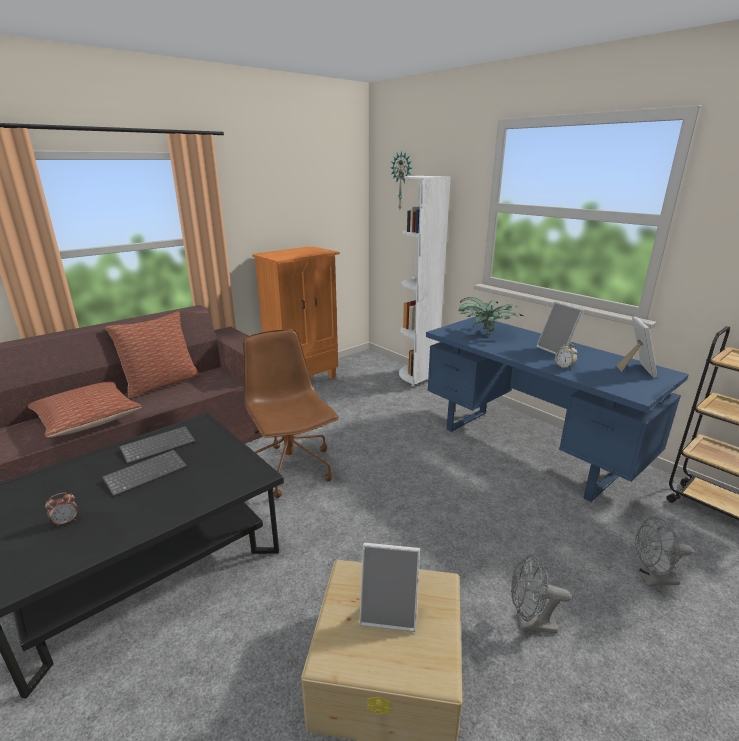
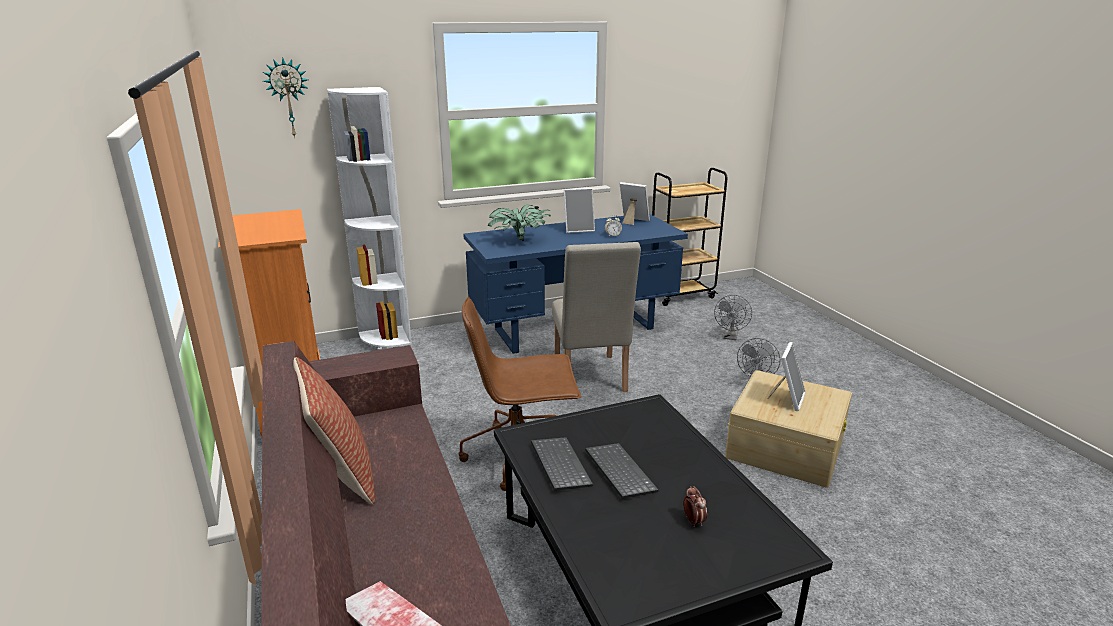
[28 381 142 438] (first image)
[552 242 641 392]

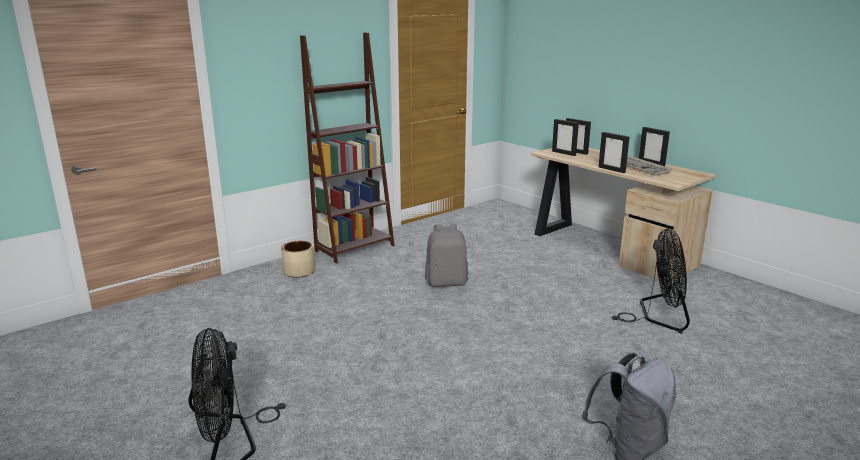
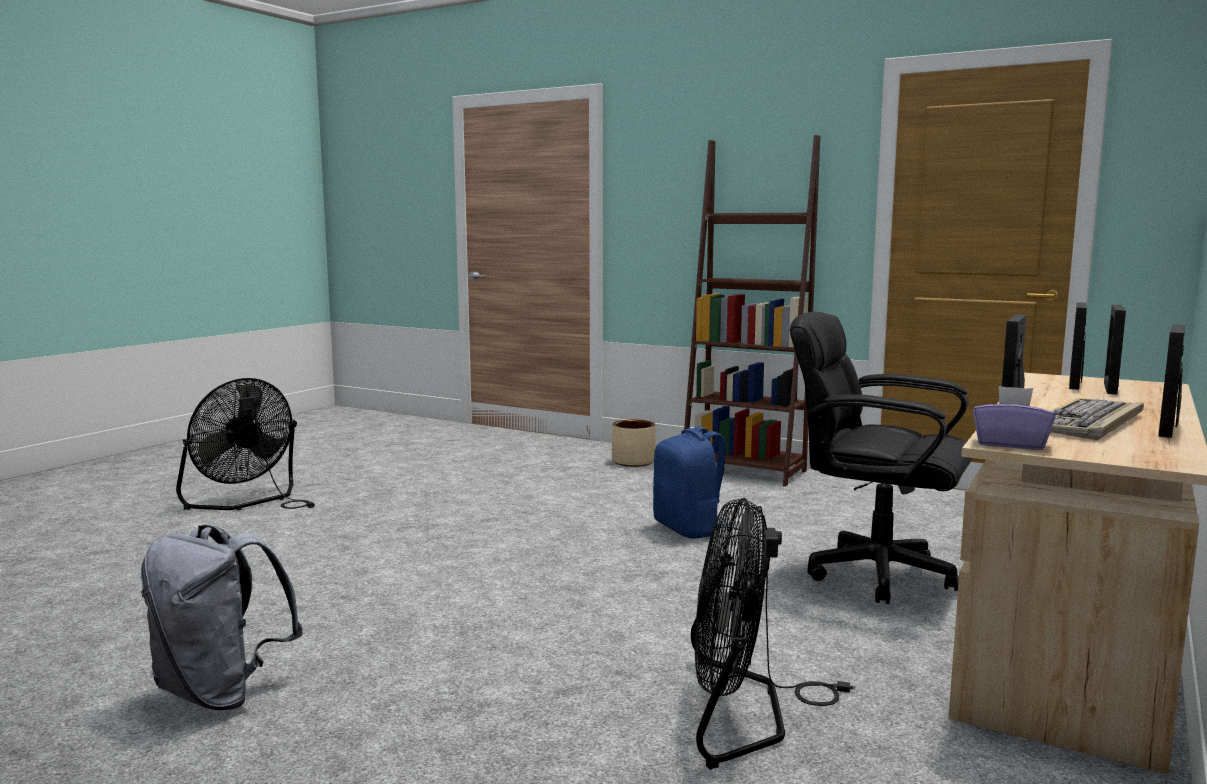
[653 426 729 539]
[691 498 854 770]
[790 312 973 604]
[973 386 1056 450]

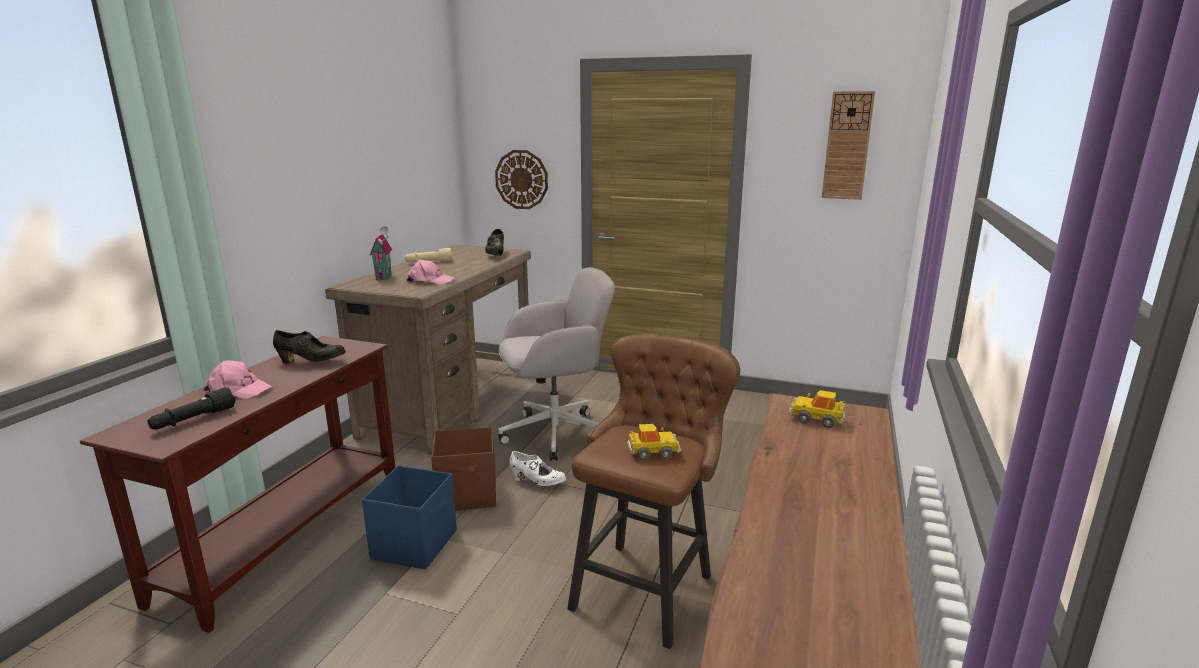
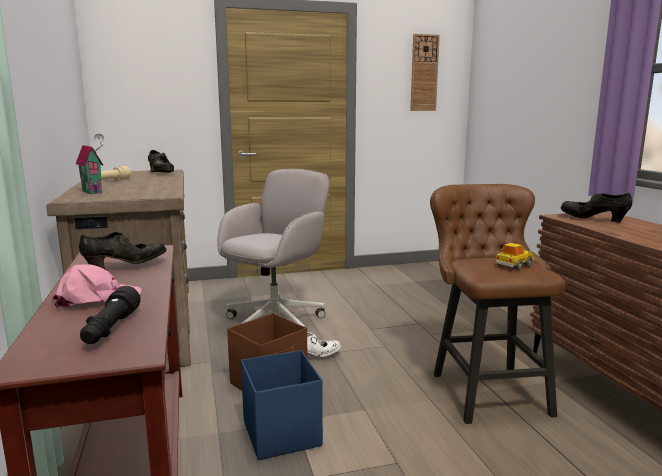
[495 150 548 209] (first image)
[406 260 454 285] (first image)
[561 193 632 223]

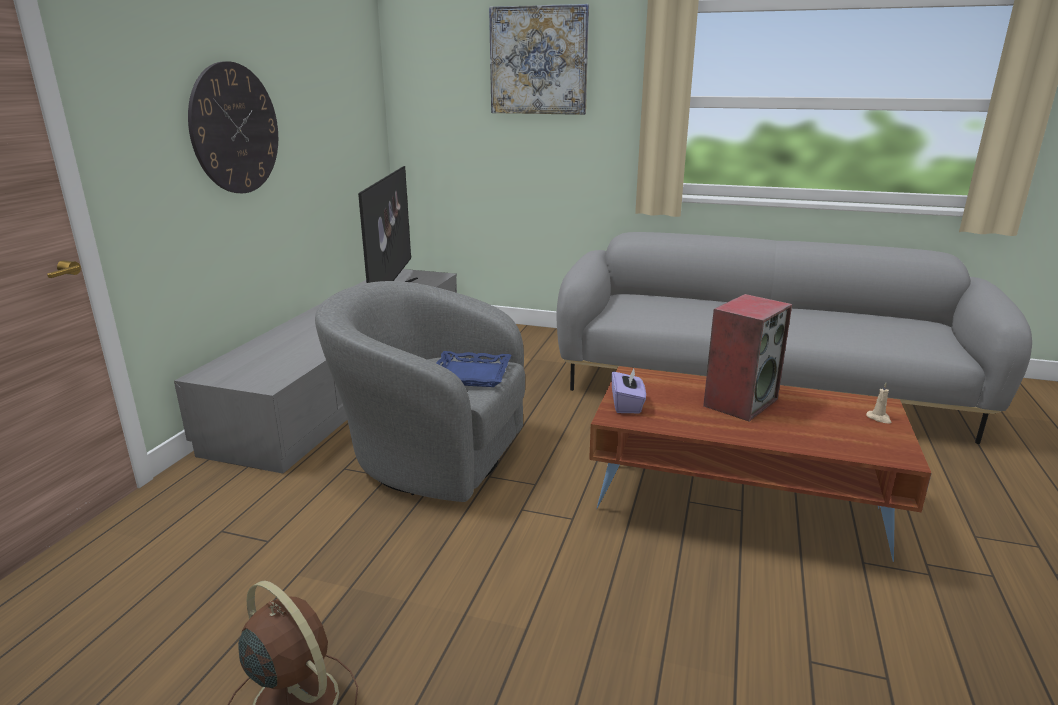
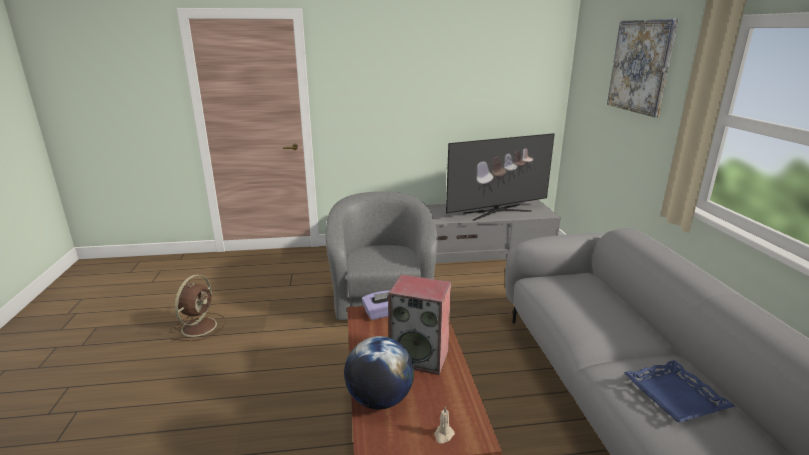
[188 61 278 193] (first image)
[624 360 735 422]
[344 336 414 409]

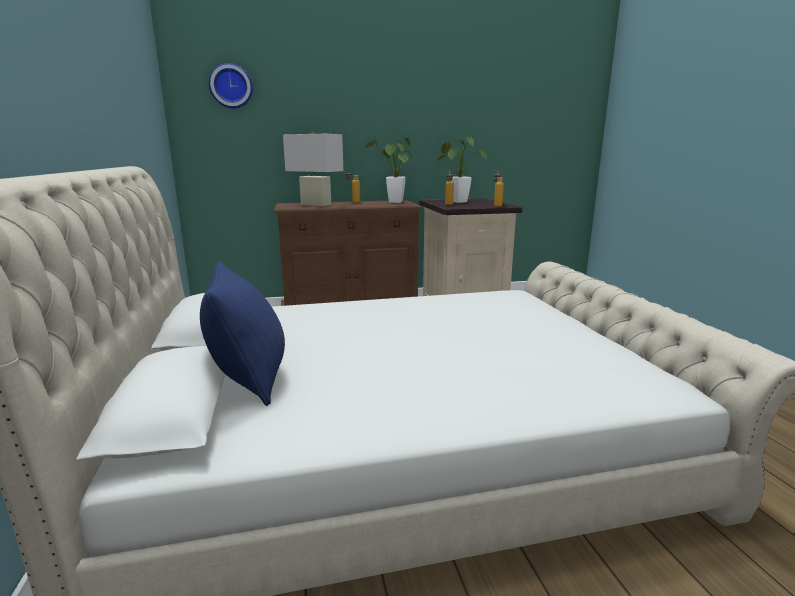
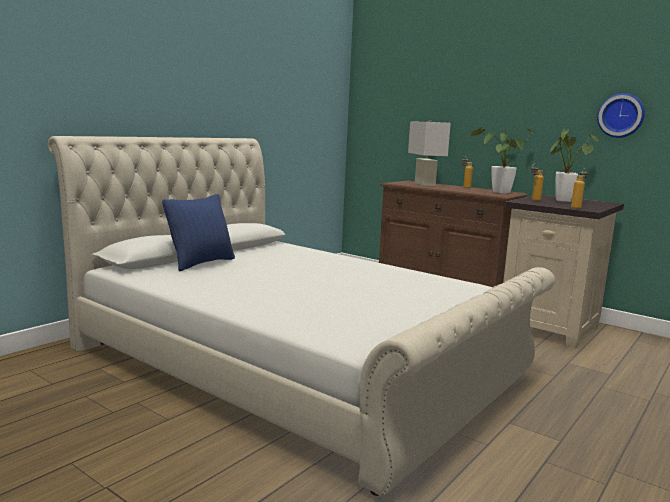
[597 93 645 138]

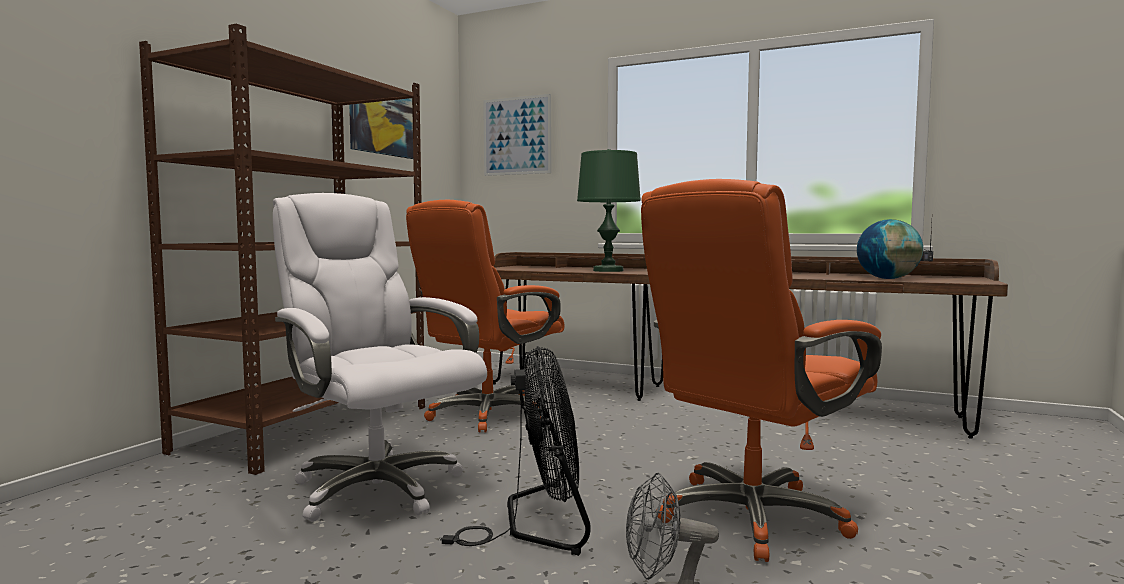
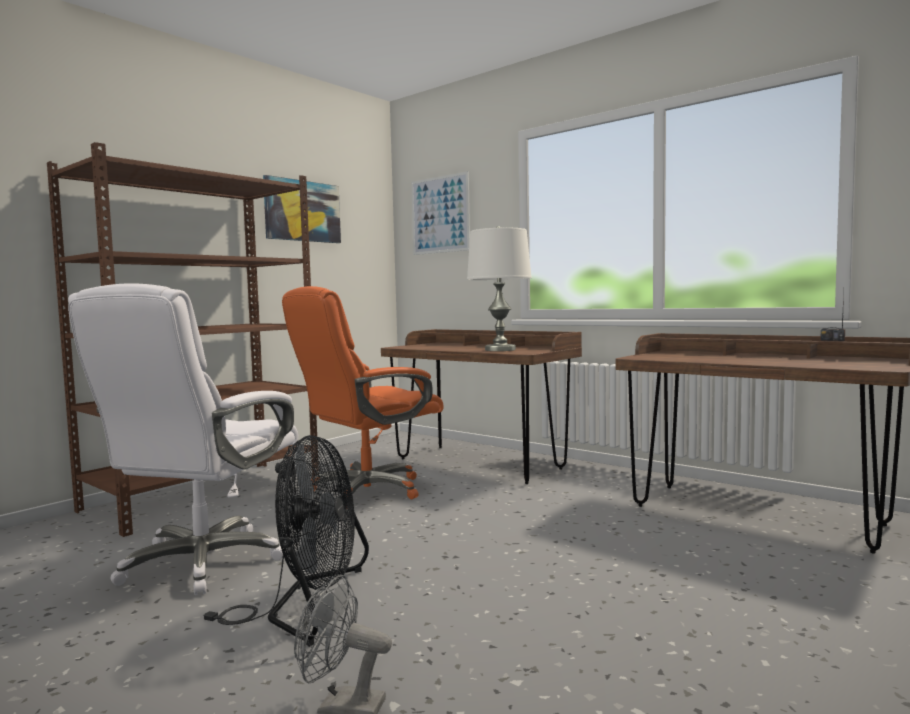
[467 226 532 351]
[641 179 882 562] (first image)
[68 283 298 595]
[857 219 923 279] (first image)

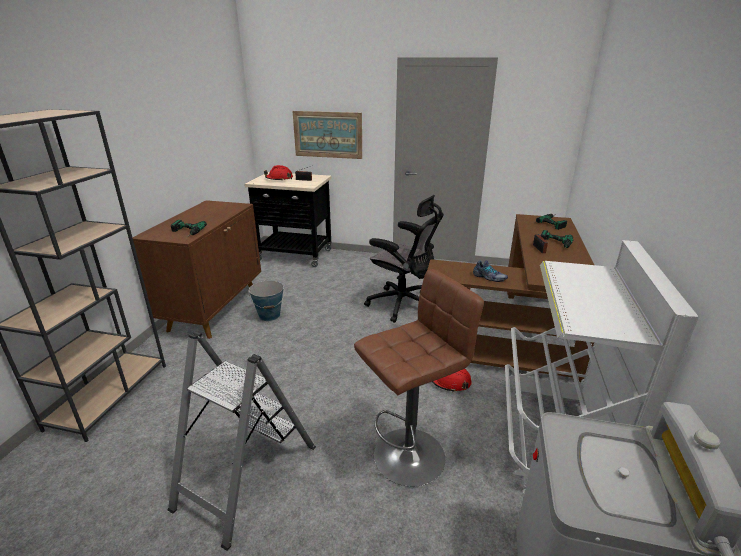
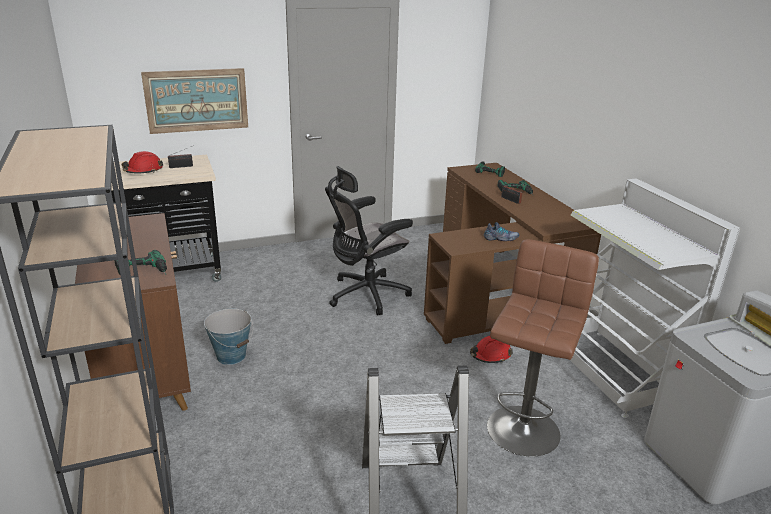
[325 166 413 315]

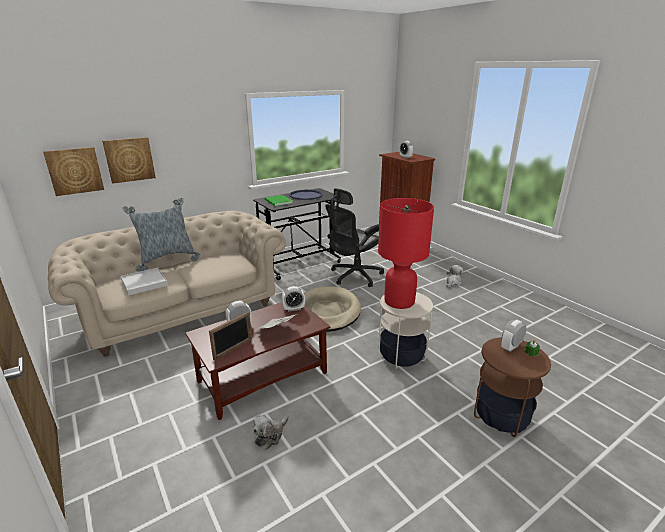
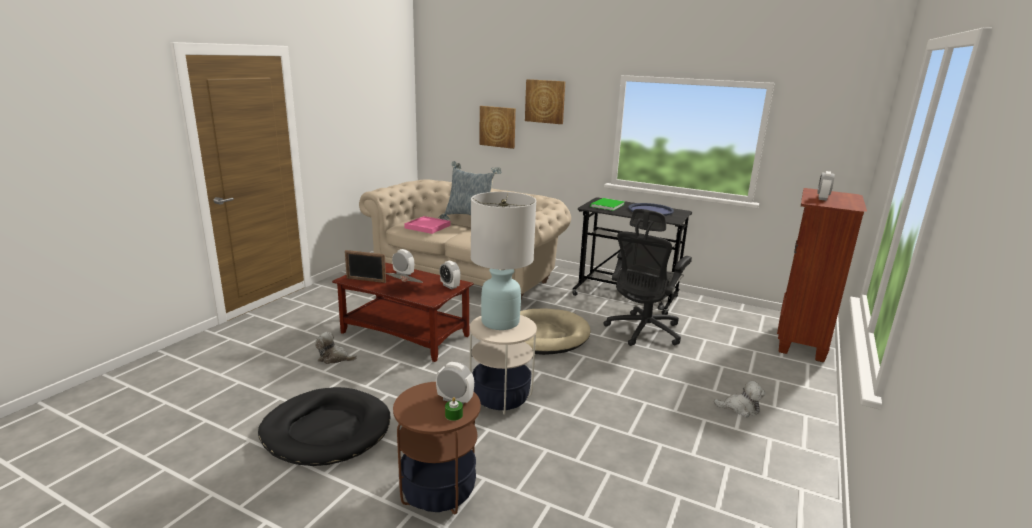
[525 79 565 124]
[604 209 692 346]
[471 192 536 330]
[404 216 451 234]
[258 387 390 466]

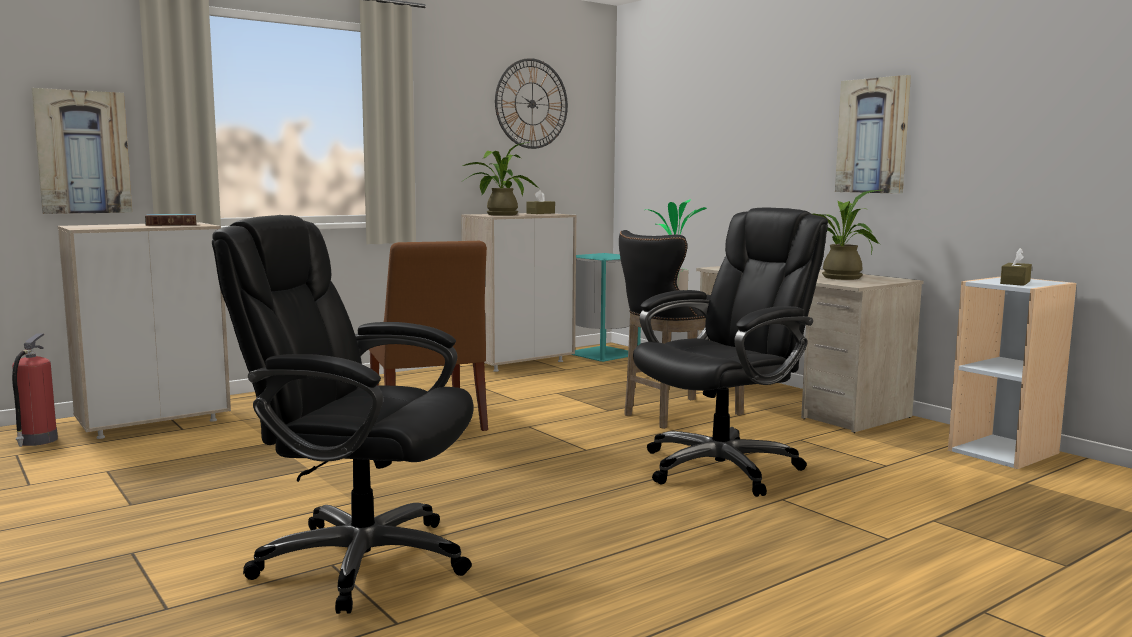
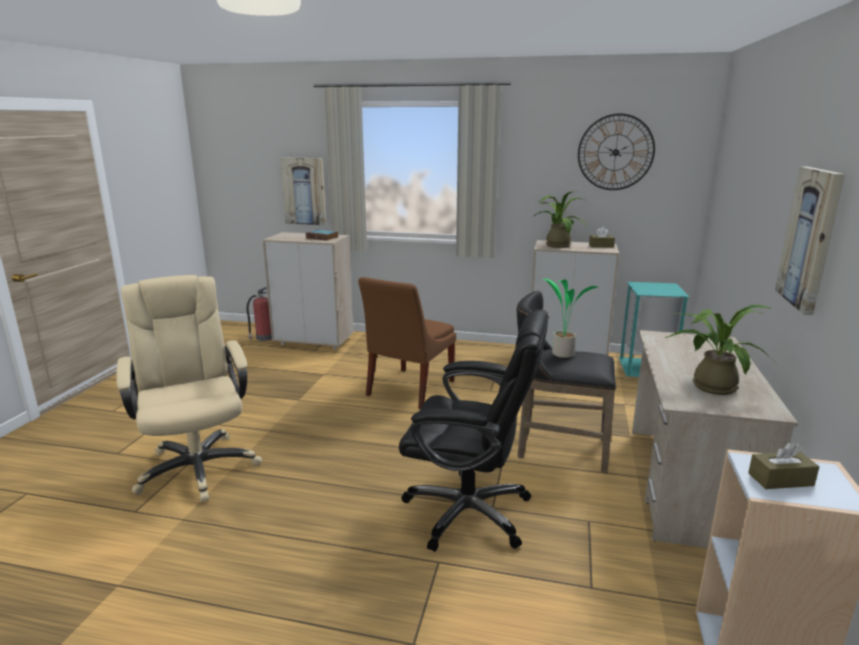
[116 275 262 502]

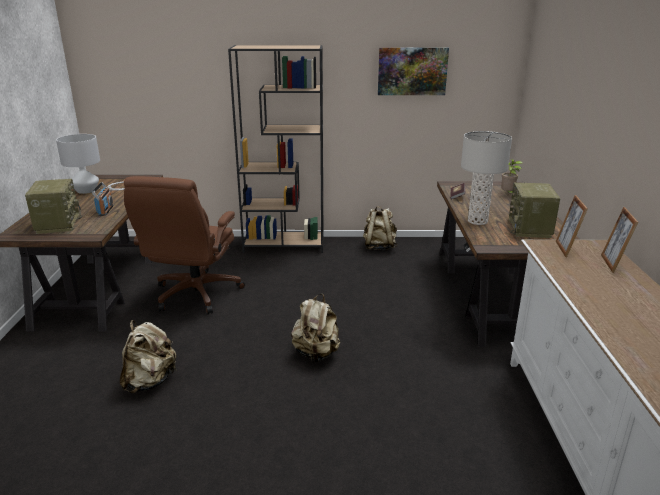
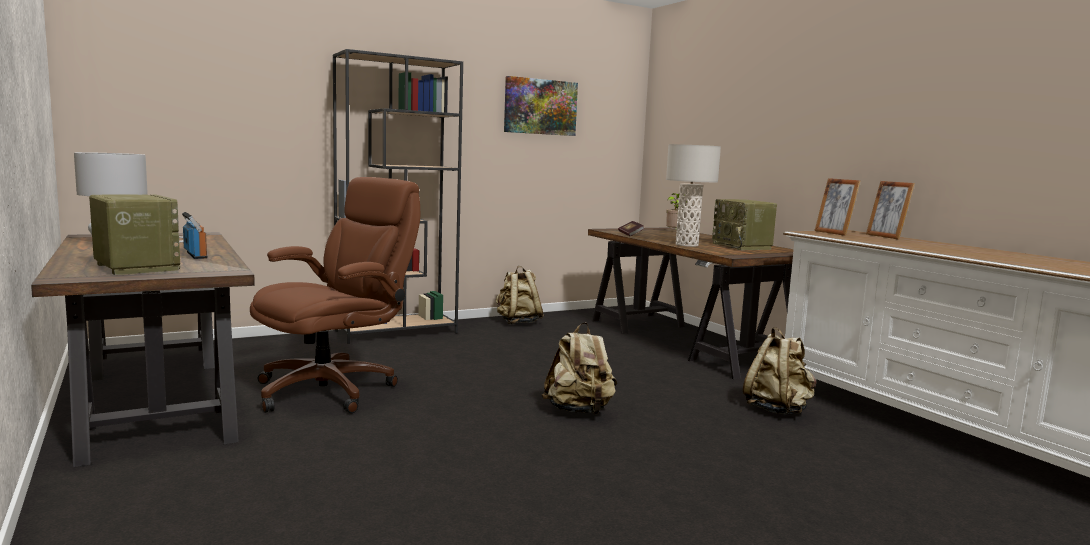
[250 177 420 413]
[743 327 816 414]

